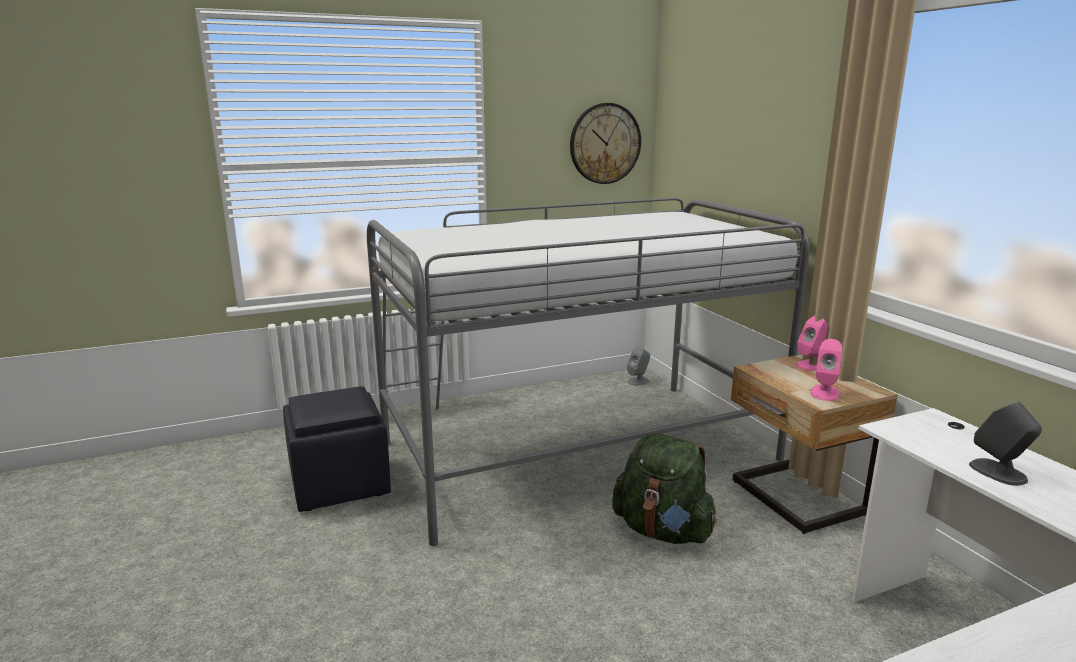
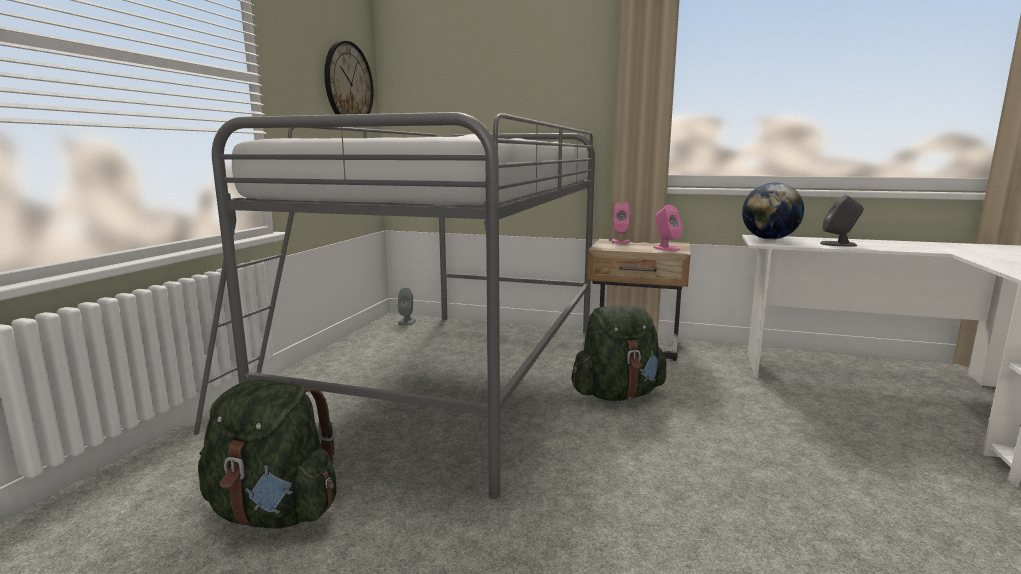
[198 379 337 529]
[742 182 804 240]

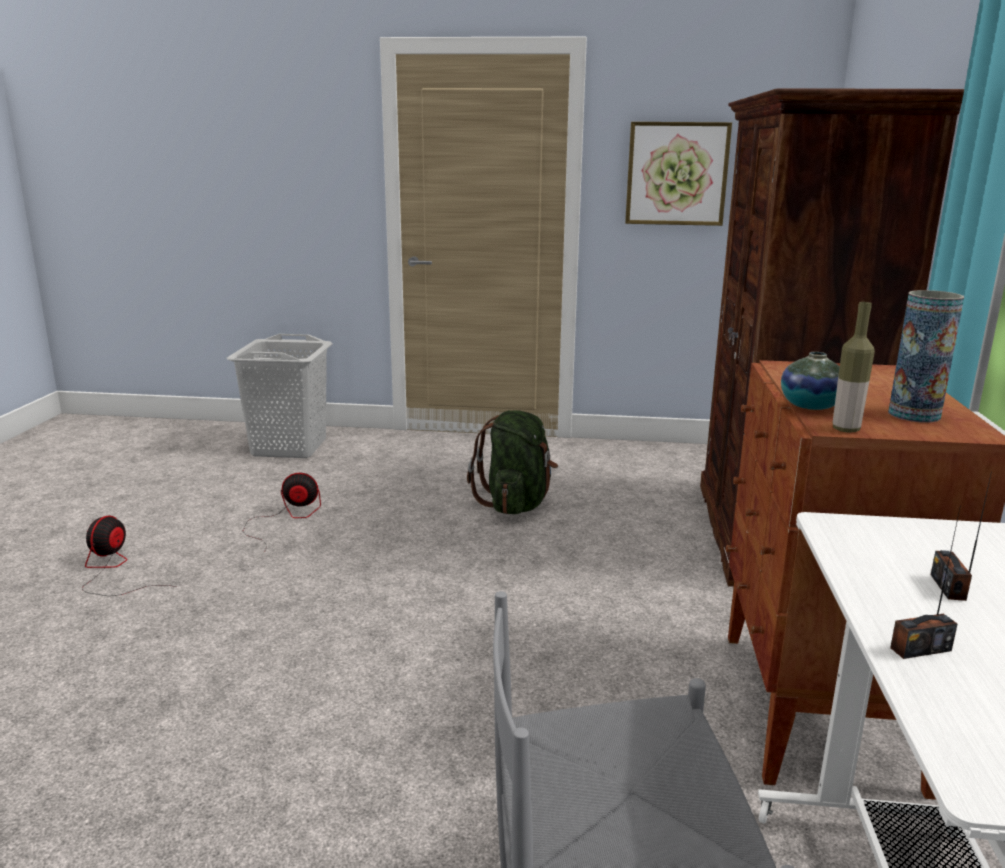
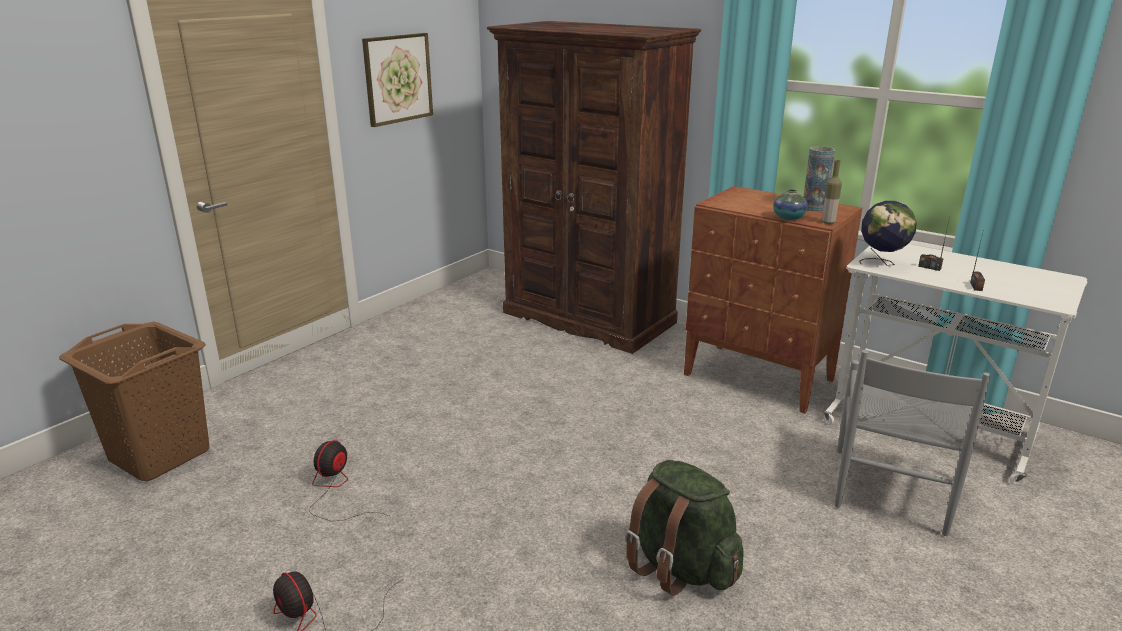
[59 322 209 481]
[625 460 744 596]
[859 201 917 266]

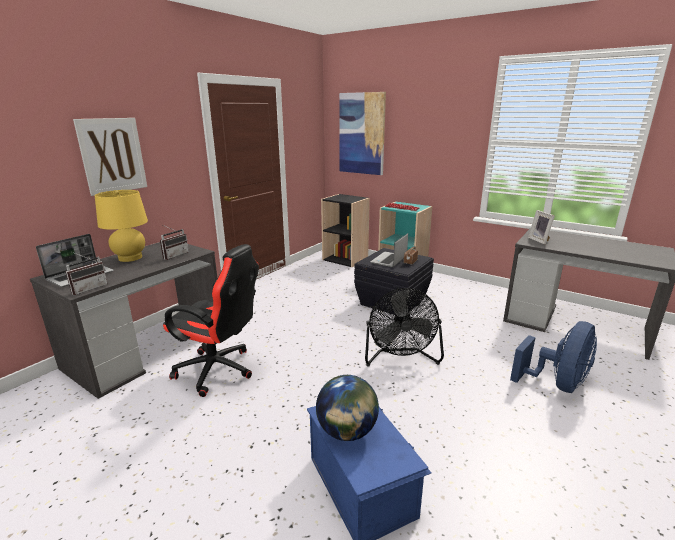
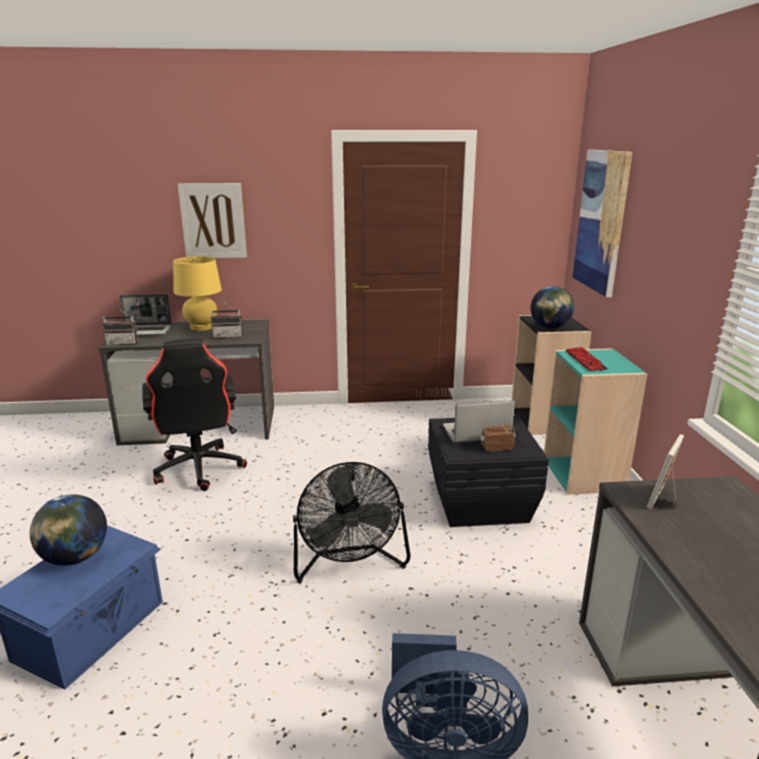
[293 462 410 584]
[531 286 574 329]

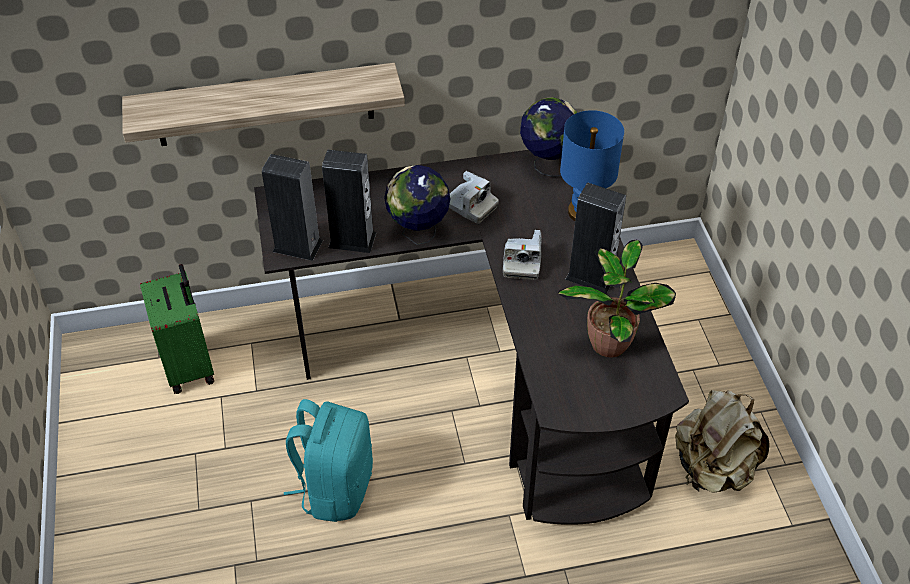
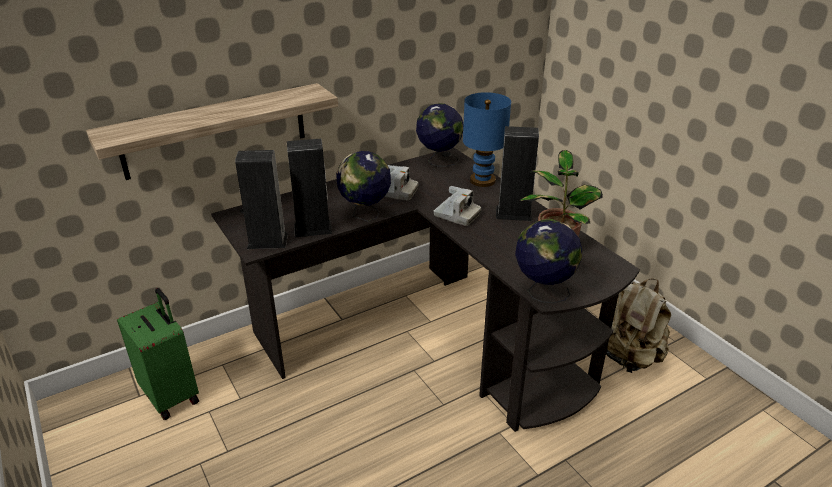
[434 186 481 226]
[284 399 373 522] (first image)
[515 219 582 303]

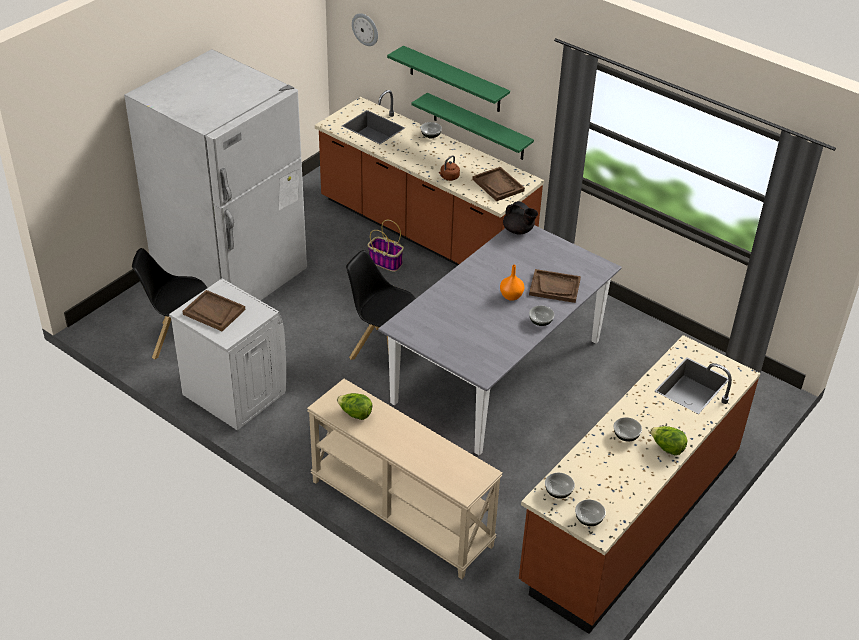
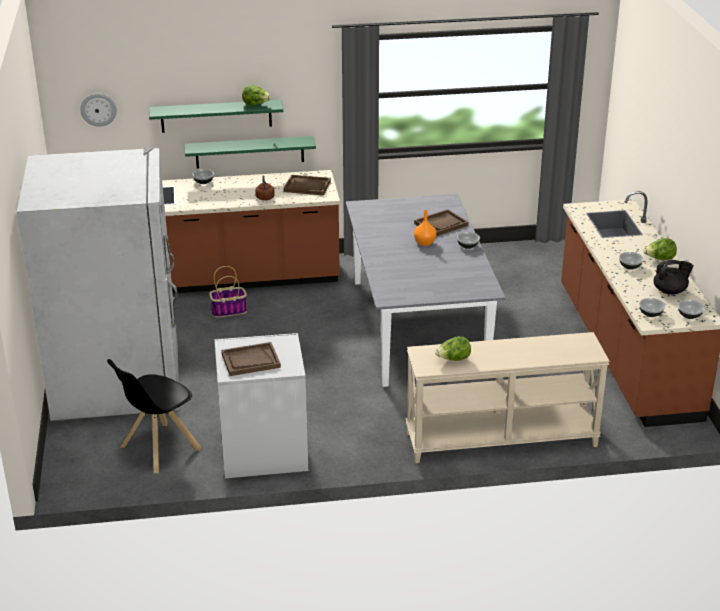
[653 260 694 295]
[346 250 416 360] (first image)
[242 85 271 106]

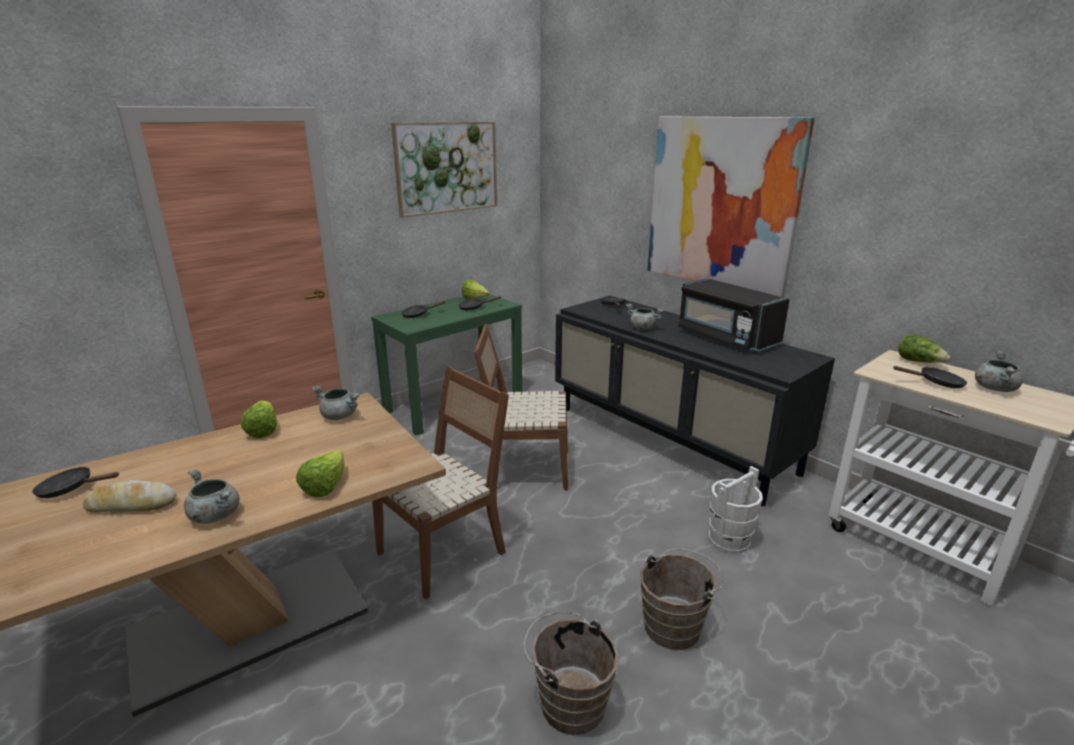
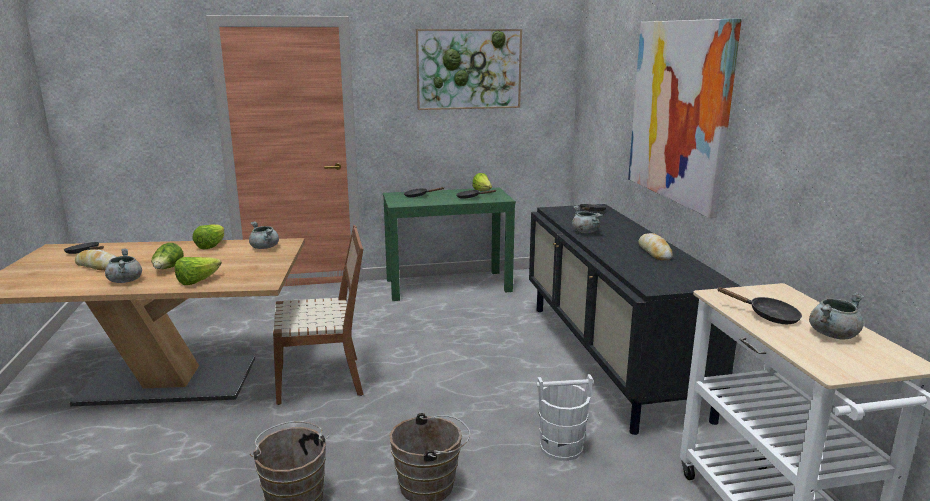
[638 233 673 260]
[474 323 568 491] (first image)
[152 243 184 269]

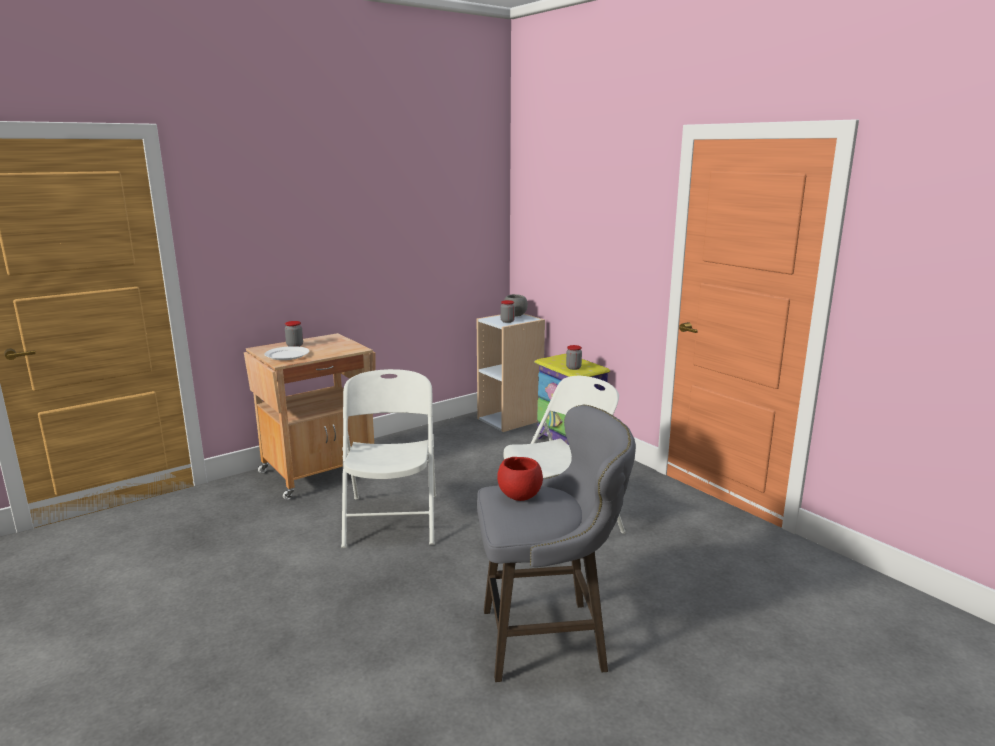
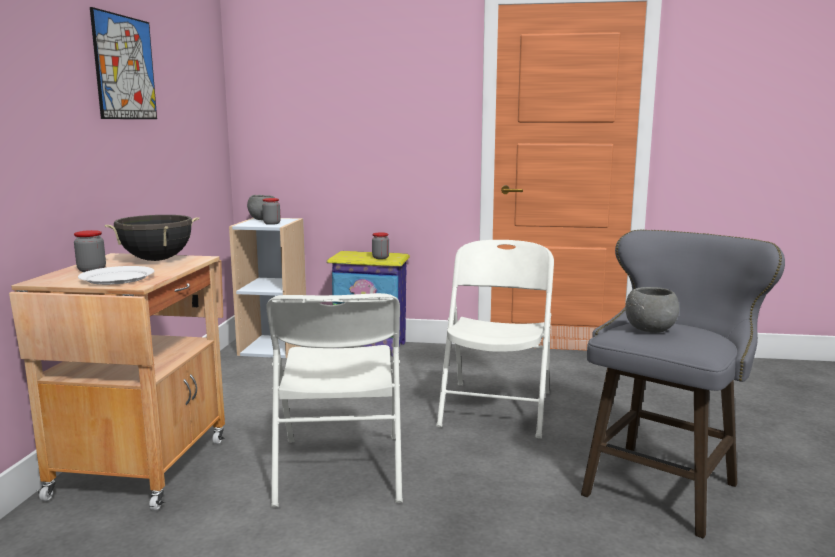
[266 293 403 508]
[625 287 679 333]
[90 7 157 119]
[105 215 199 261]

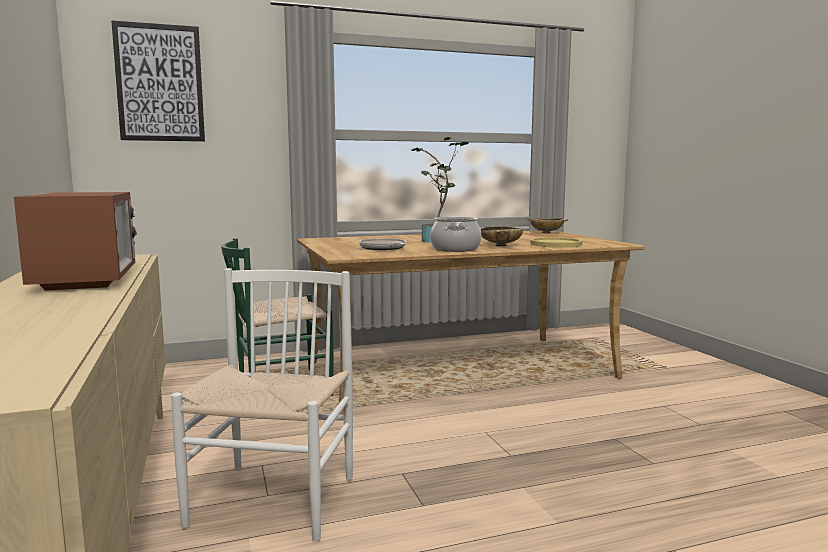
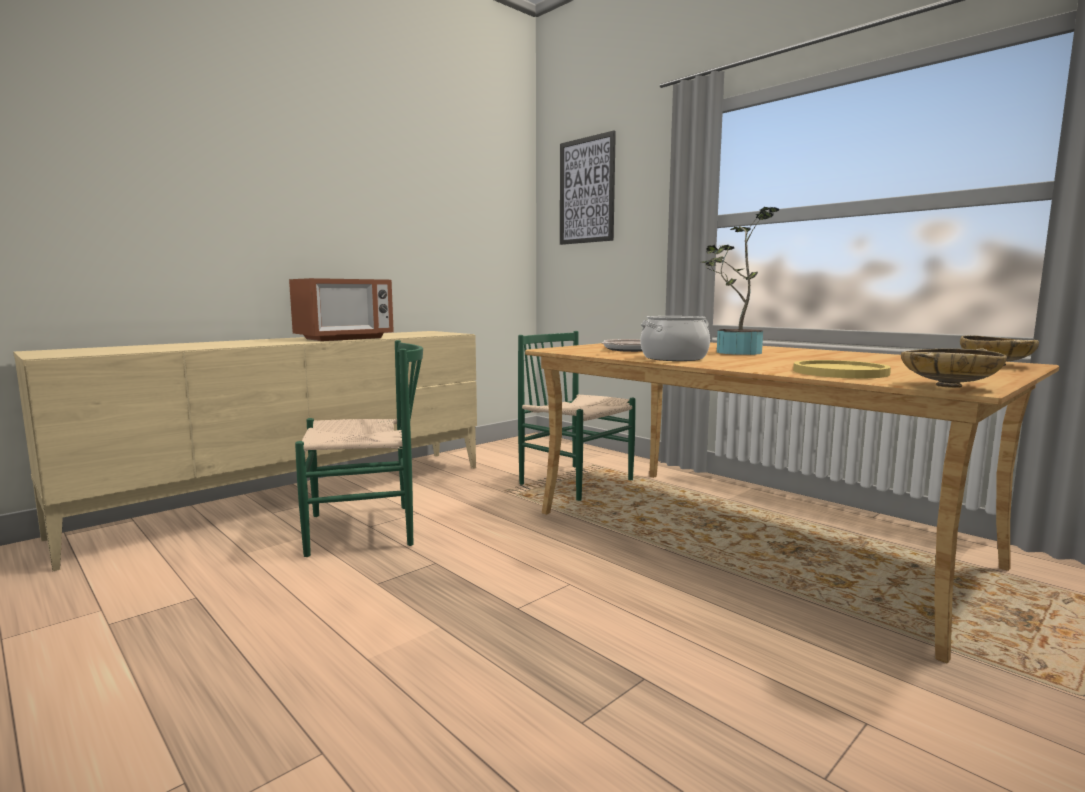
[901 348 1007 388]
[295 340 423 557]

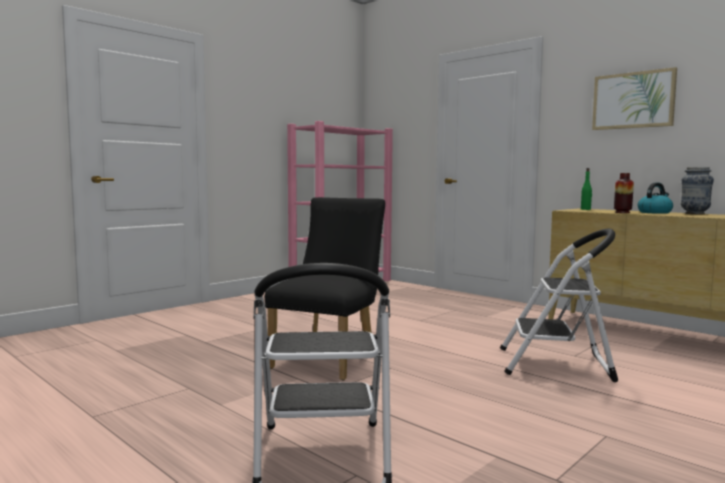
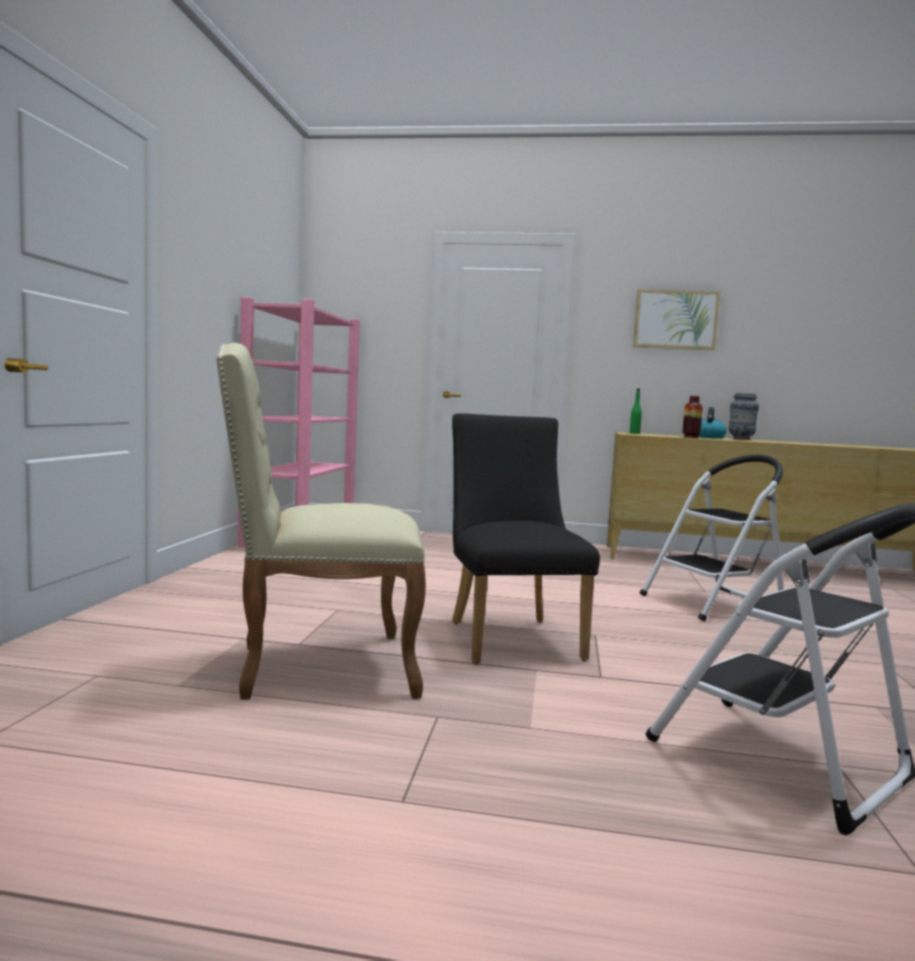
[216 343 426 700]

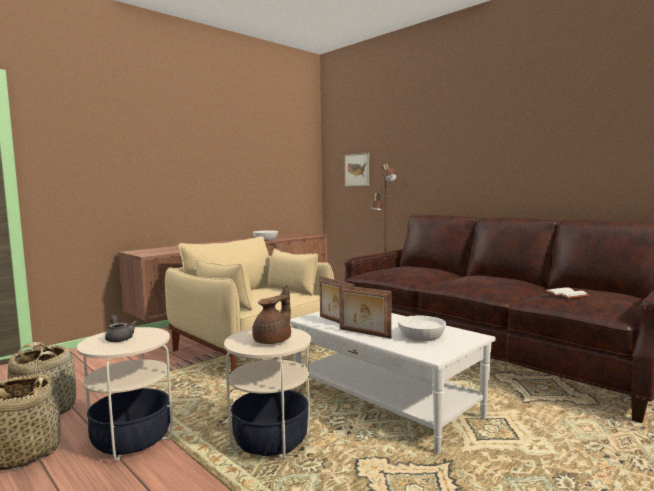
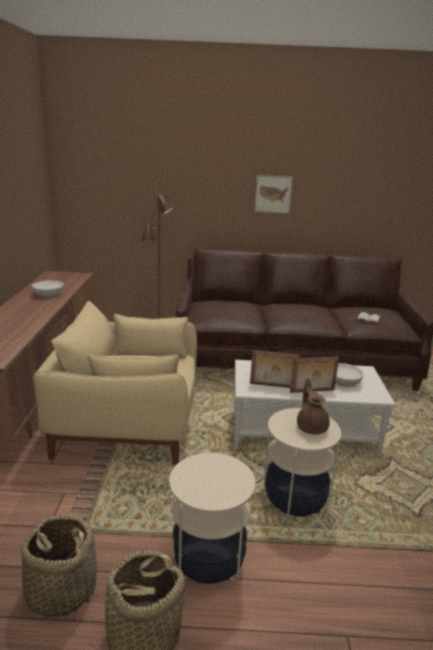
[254 175 293 213]
[105 315 137 342] (first image)

